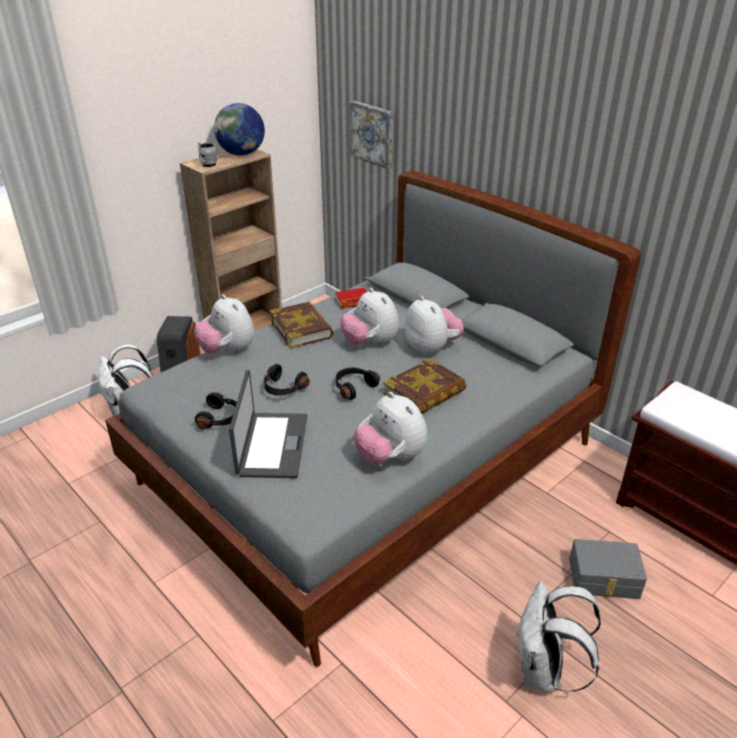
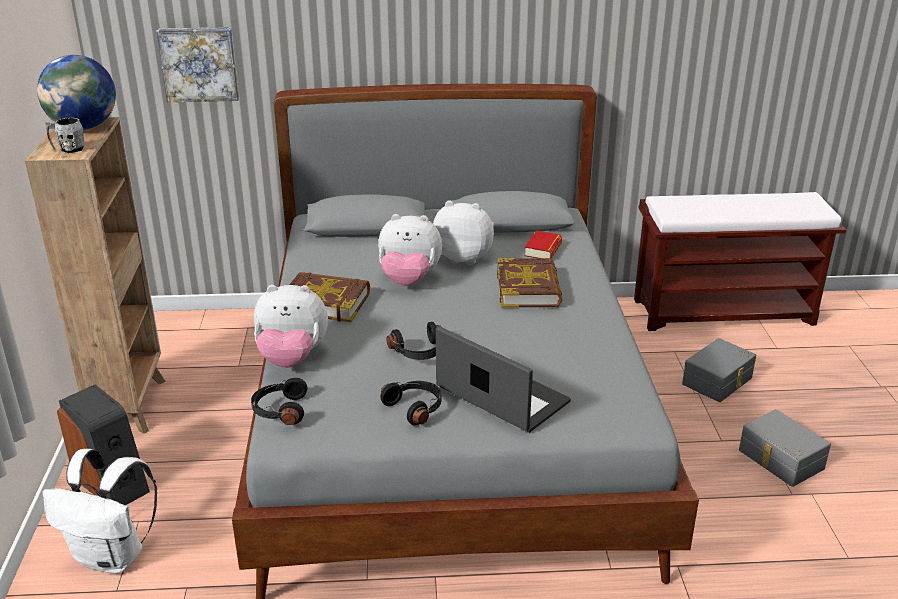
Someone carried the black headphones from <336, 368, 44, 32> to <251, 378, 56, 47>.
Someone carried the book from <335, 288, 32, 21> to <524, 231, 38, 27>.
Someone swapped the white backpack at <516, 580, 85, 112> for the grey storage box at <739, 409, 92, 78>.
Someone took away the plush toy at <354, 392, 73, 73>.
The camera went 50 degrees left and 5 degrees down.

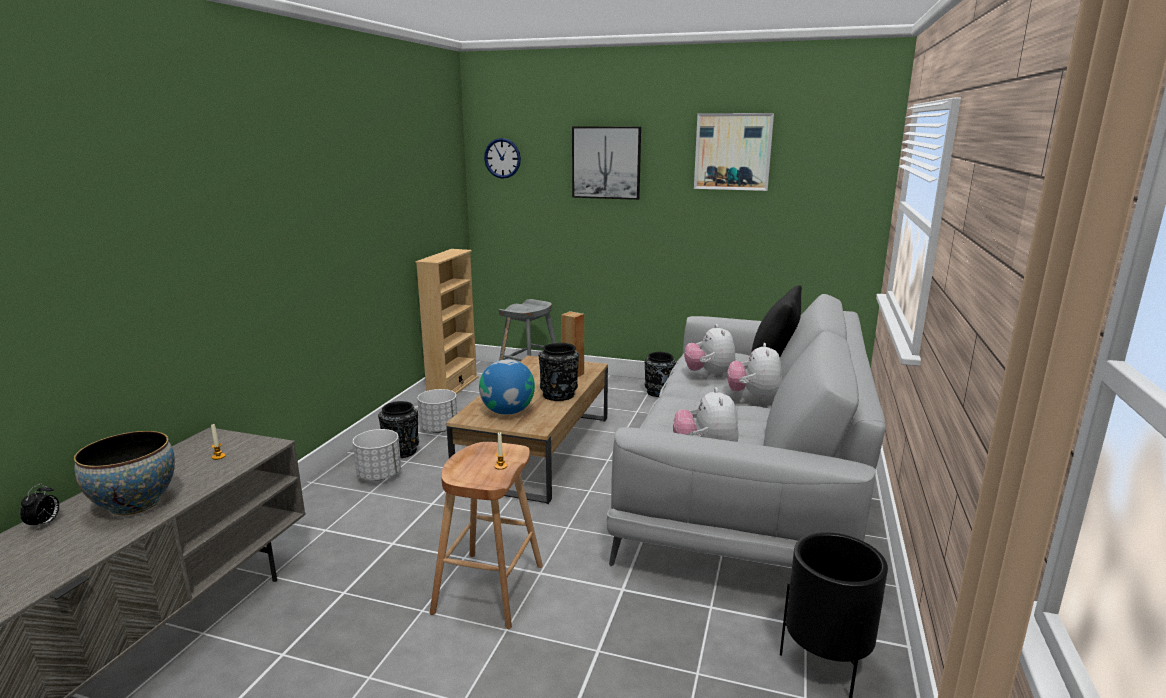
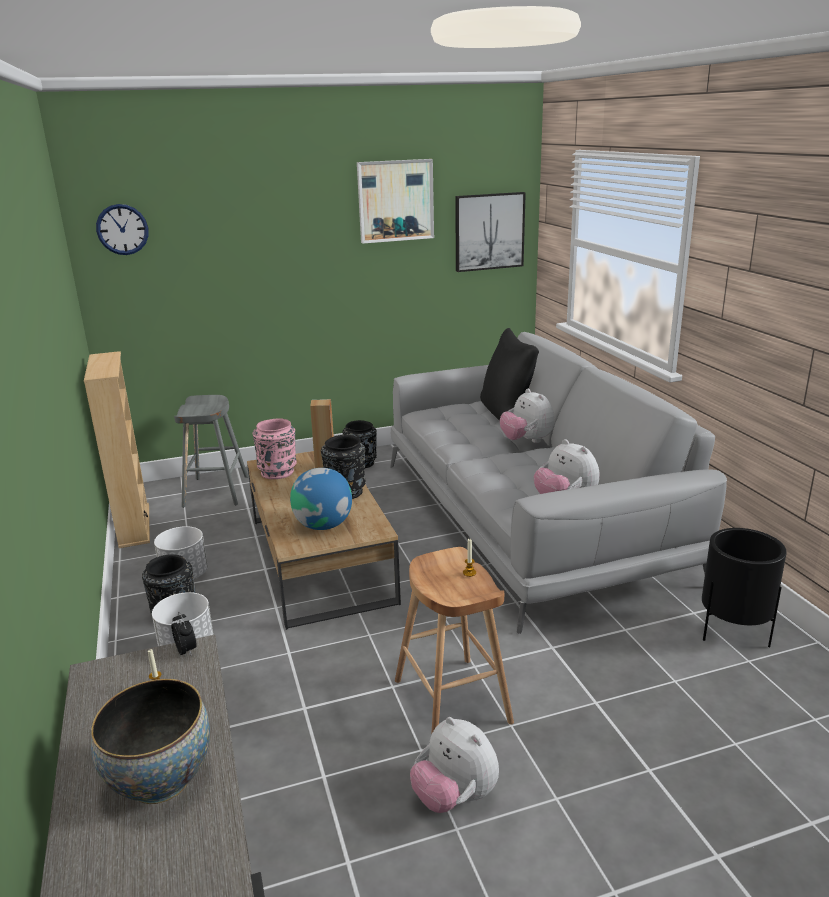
Someone carried the alarm clock from <20, 484, 39, 45> to <171, 612, 26, 44>.
Someone put down the pink vase at <253, 418, 44, 61>.
Someone carried the plush toy from <684, 324, 52, 54> to <410, 717, 89, 96>.
Someone carried the picture from <572, 127, 69, 73> to <455, 192, 71, 80>.
The camera went 35 degrees left and 5 degrees up.

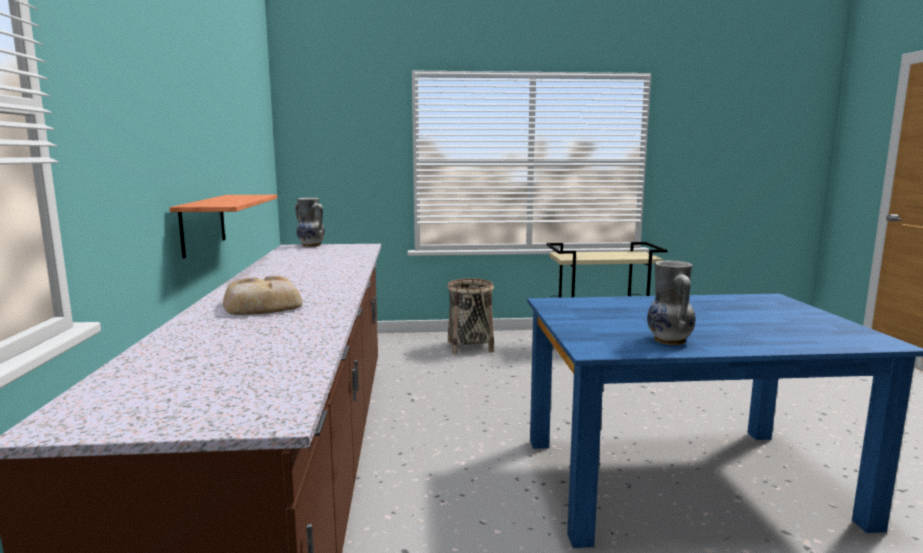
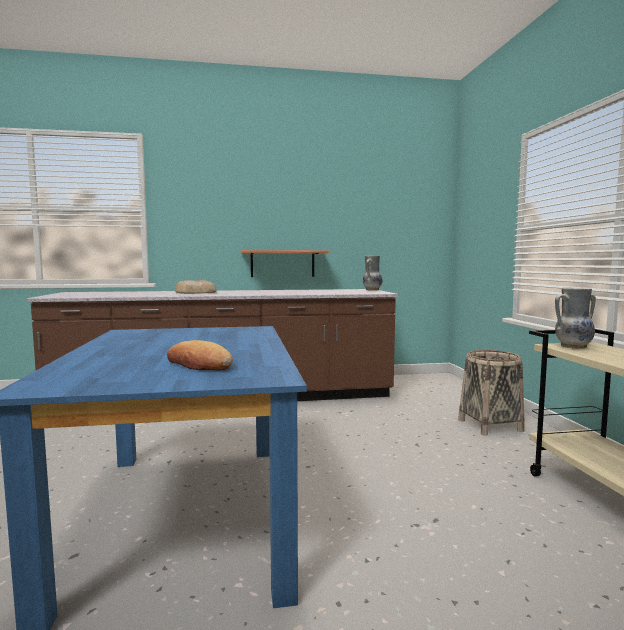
Someone put down the bread at <167, 340, 66, 30>.
Someone carried the vase from <647, 261, 49, 84> to <555, 287, 41, 62>.
The camera went 85 degrees right and 5 degrees down.

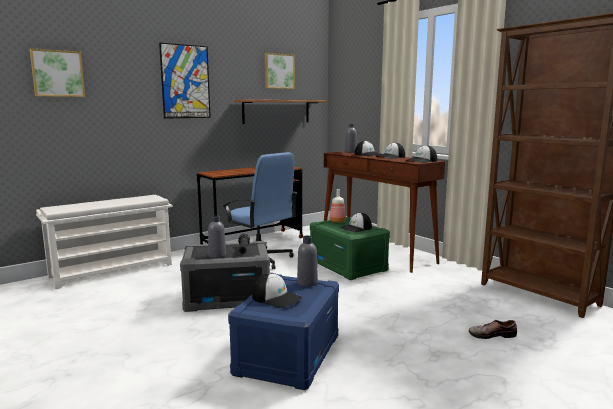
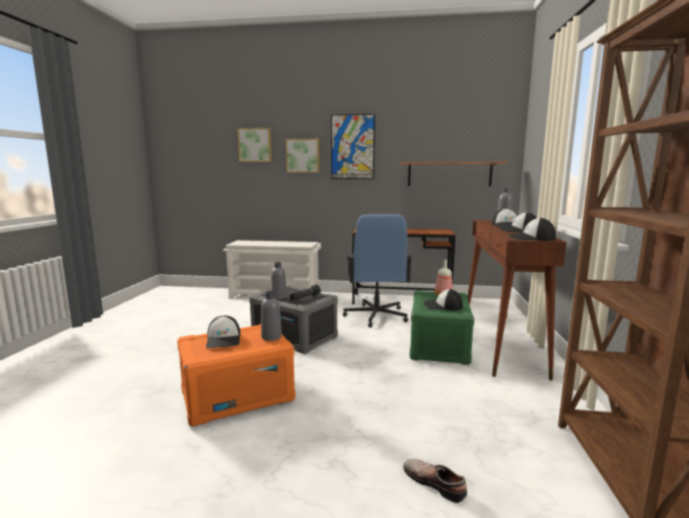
Someone repainted the blue storage box at <228, 274, 111, 117>, which became the orange storage box at <177, 324, 119, 103>.
Someone carried the picture from <265, 53, 30, 36> to <286, 138, 33, 35>.
The camera went 45 degrees right and 0 degrees up.

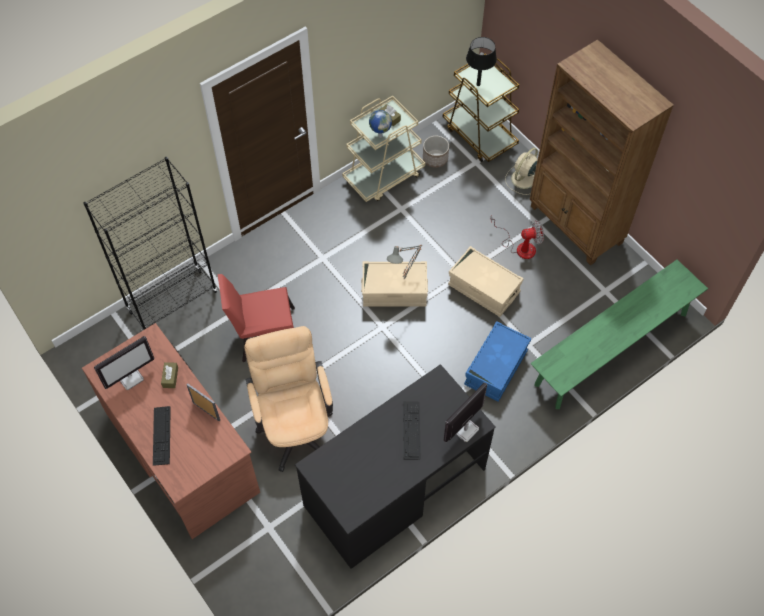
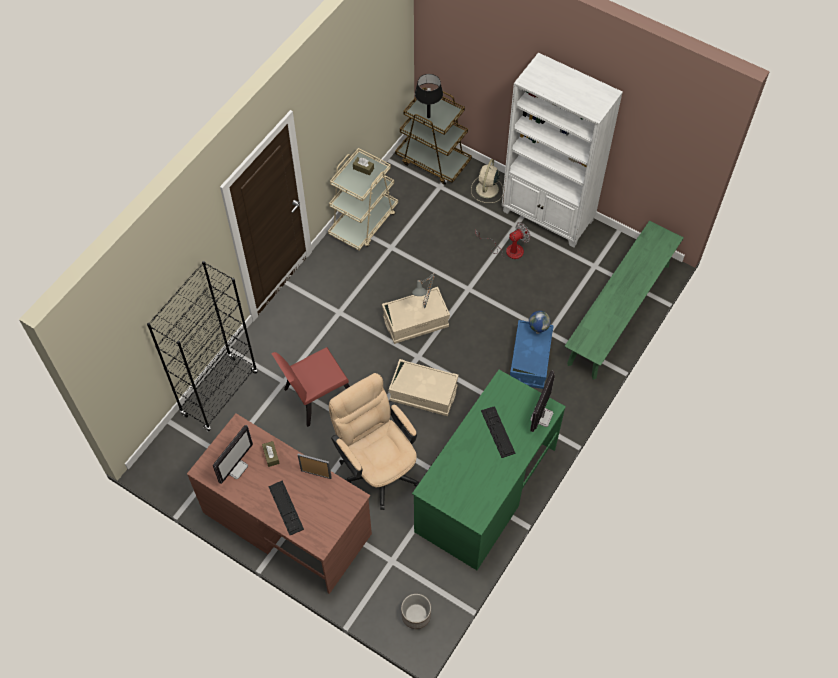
Someone carried the beige storage box from <448, 246, 76, 71> to <389, 359, 70, 57>.
Someone carried the planter from <423, 136, 26, 32> to <401, 594, 30, 35>.
Someone repainted the black desk at <295, 364, 201, 205>, which became the green desk at <412, 370, 154, 200>.
Someone repainted the brown bookcase at <530, 39, 144, 226>, which became the white bookcase at <502, 53, 121, 195>.
Someone carried the globe from <369, 110, 23, 28> to <529, 311, 22, 23>.
The camera went 20 degrees left and 0 degrees up.

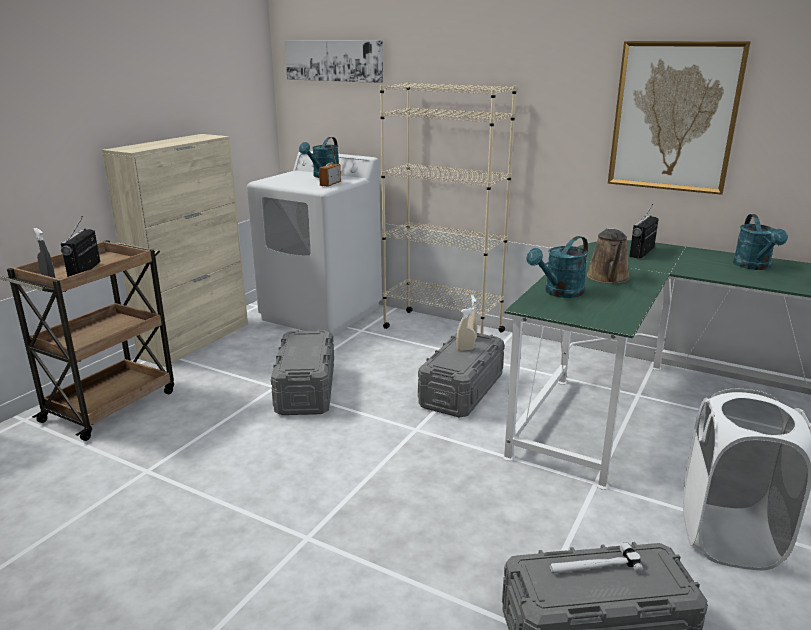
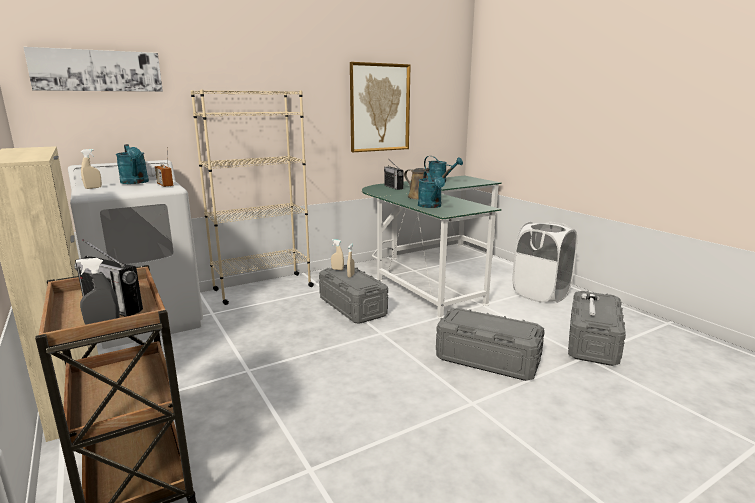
Someone put down the beige spray bottle at <81, 149, 21, 40>.
Someone carried the grey storage box from <271, 329, 63, 86> to <436, 308, 109, 73>.
The camera went 60 degrees left and 5 degrees down.

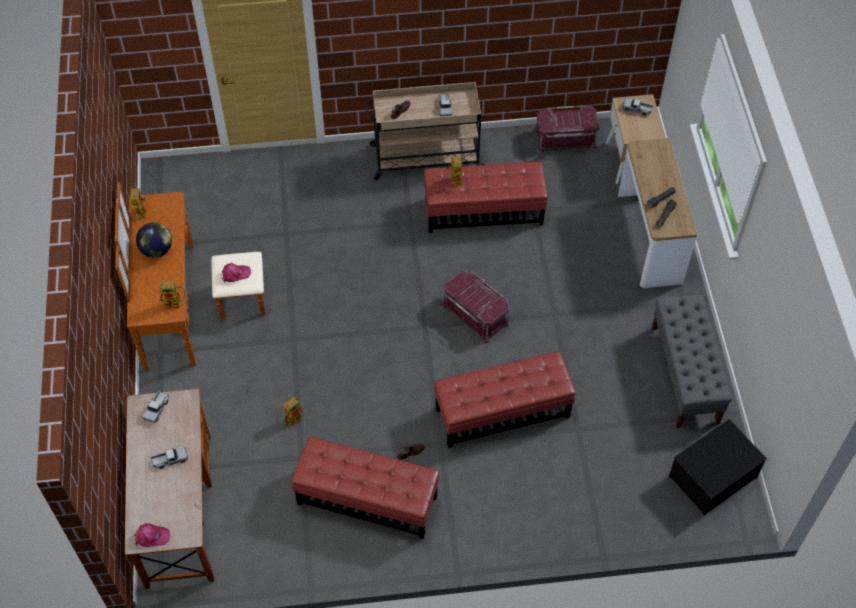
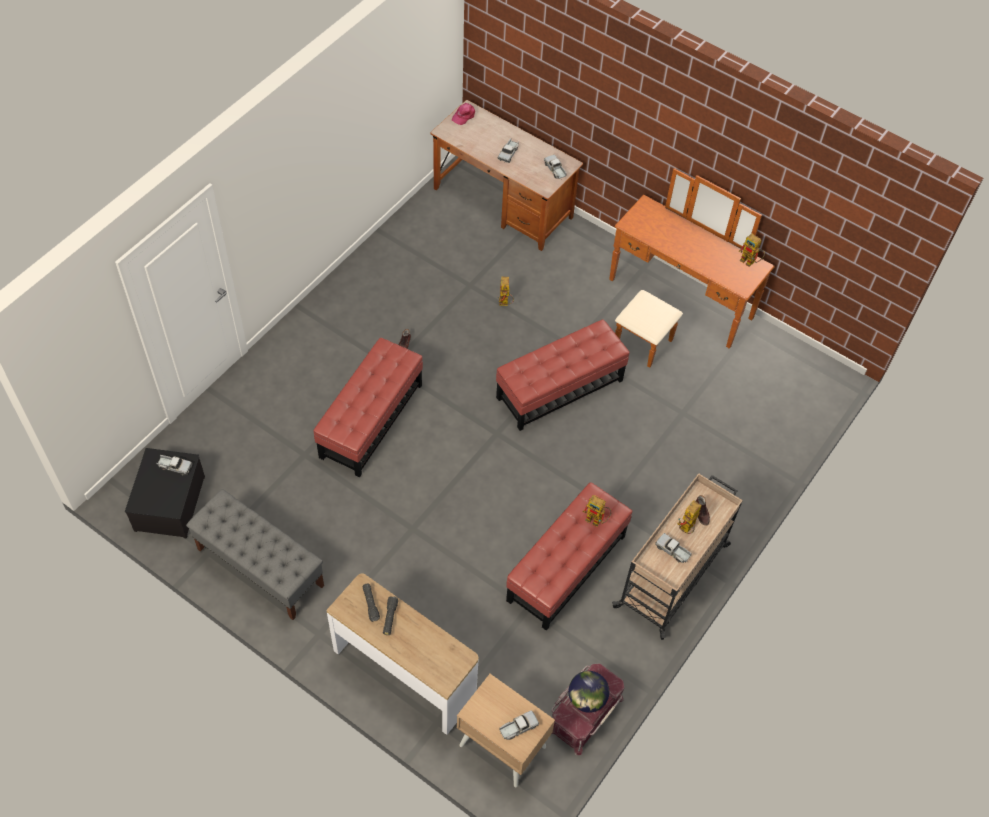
Someone put down the toy truck at <156, 455, 36, 21>.
Someone carried the red ottoman from <292, 437, 147, 102> to <496, 319, 134, 112>.
Someone carried the globe from <136, 222, 36, 36> to <568, 671, 41, 42>.
Someone carried the toy robot from <159, 280, 26, 29> to <677, 500, 25, 34>.
Someone took away the pink cap at <221, 263, 30, 20>.
Someone took away the red storage box at <441, 270, 69, 74>.
The camera went 130 degrees right and 0 degrees up.

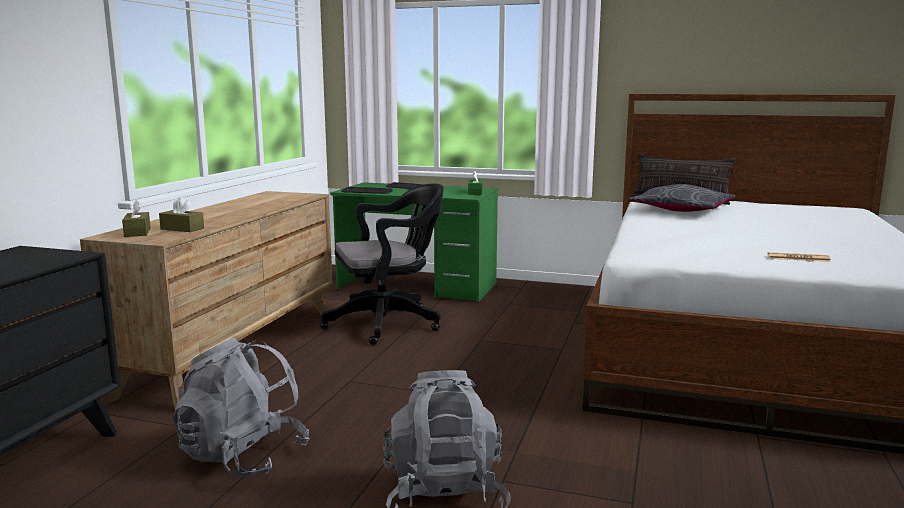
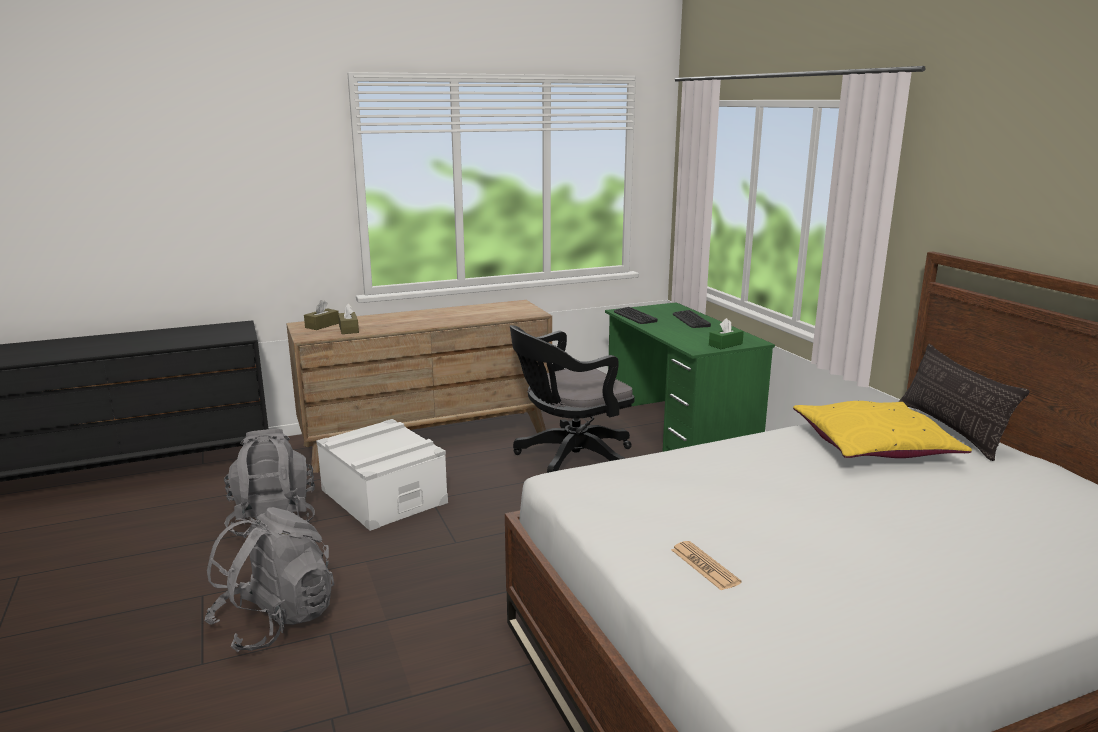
Someone put down the white storage box at <316, 419, 132, 112>.
Someone rotated the black office chair at <320, 184, 124, 161> by 120 degrees clockwise.
Someone repainted the grey pillow at <628, 184, 107, 28>, which became the yellow pillow at <793, 401, 179, 57>.
The camera went 50 degrees right and 5 degrees up.

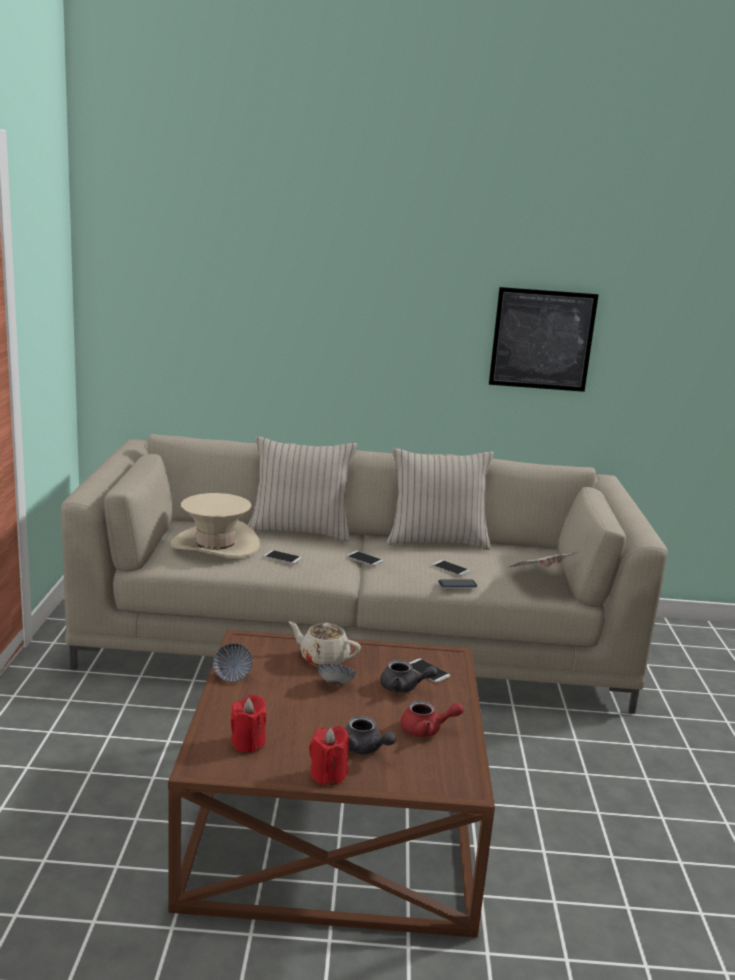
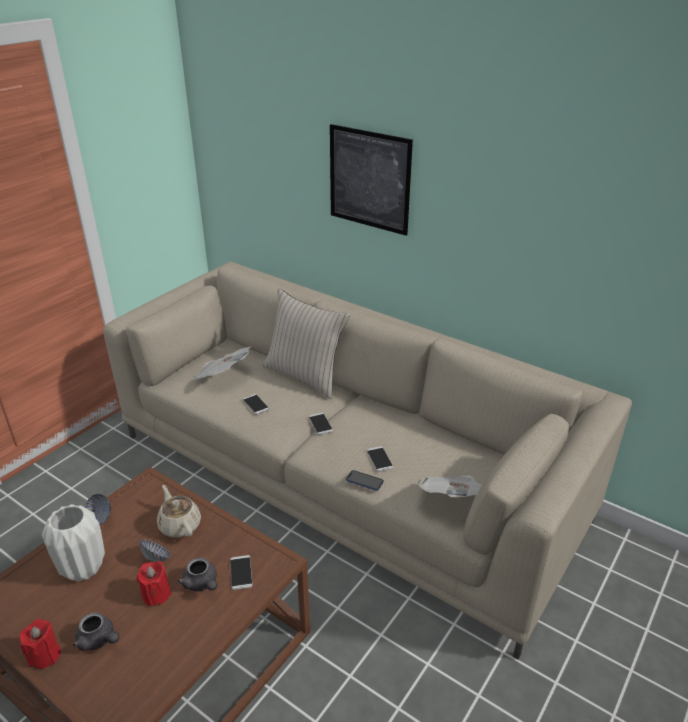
Someone put down the white vase at <42, 504, 63, 78>.
Someone rotated the grey teapot at <345, 716, 51, 38> by 45 degrees counterclockwise.
Someone carried the red candle from <230, 694, 36, 58> to <137, 561, 34, 46>.
Someone swapped the beige hat at <171, 493, 89, 65> for the newspaper at <193, 346, 58, 34>.
Someone carried the picture from <489, 287, 110, 105> to <330, 124, 83, 112>.
Someone took away the beige pillow at <387, 448, 107, 102>.
Someone took away the red teapot at <400, 701, 64, 36>.
The camera went 35 degrees right and 15 degrees up.

